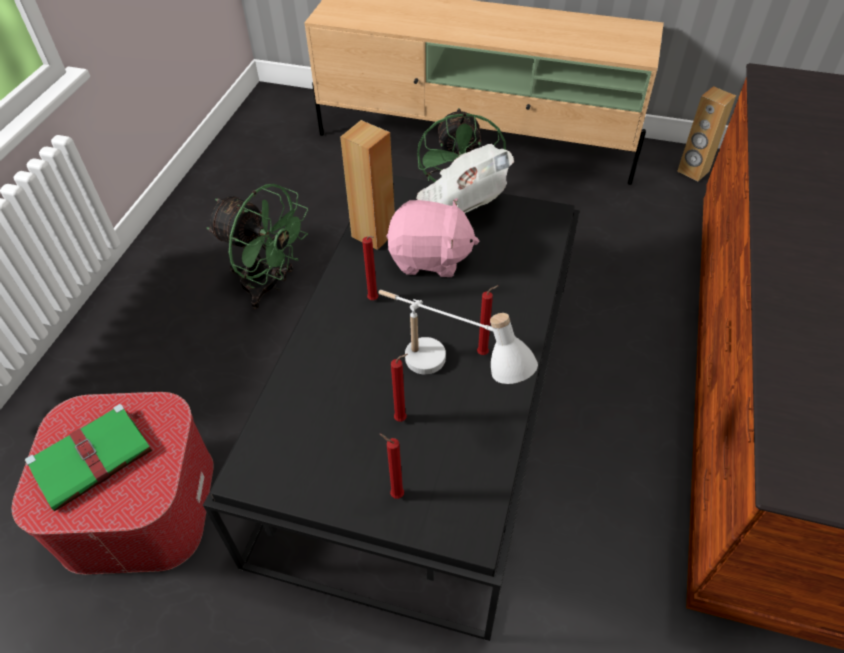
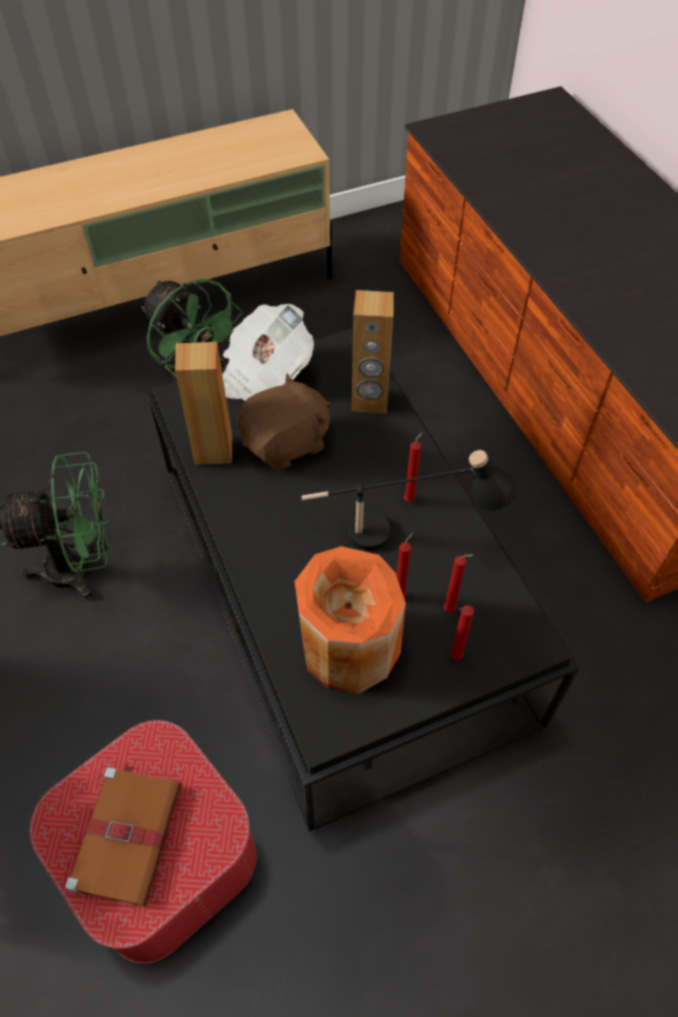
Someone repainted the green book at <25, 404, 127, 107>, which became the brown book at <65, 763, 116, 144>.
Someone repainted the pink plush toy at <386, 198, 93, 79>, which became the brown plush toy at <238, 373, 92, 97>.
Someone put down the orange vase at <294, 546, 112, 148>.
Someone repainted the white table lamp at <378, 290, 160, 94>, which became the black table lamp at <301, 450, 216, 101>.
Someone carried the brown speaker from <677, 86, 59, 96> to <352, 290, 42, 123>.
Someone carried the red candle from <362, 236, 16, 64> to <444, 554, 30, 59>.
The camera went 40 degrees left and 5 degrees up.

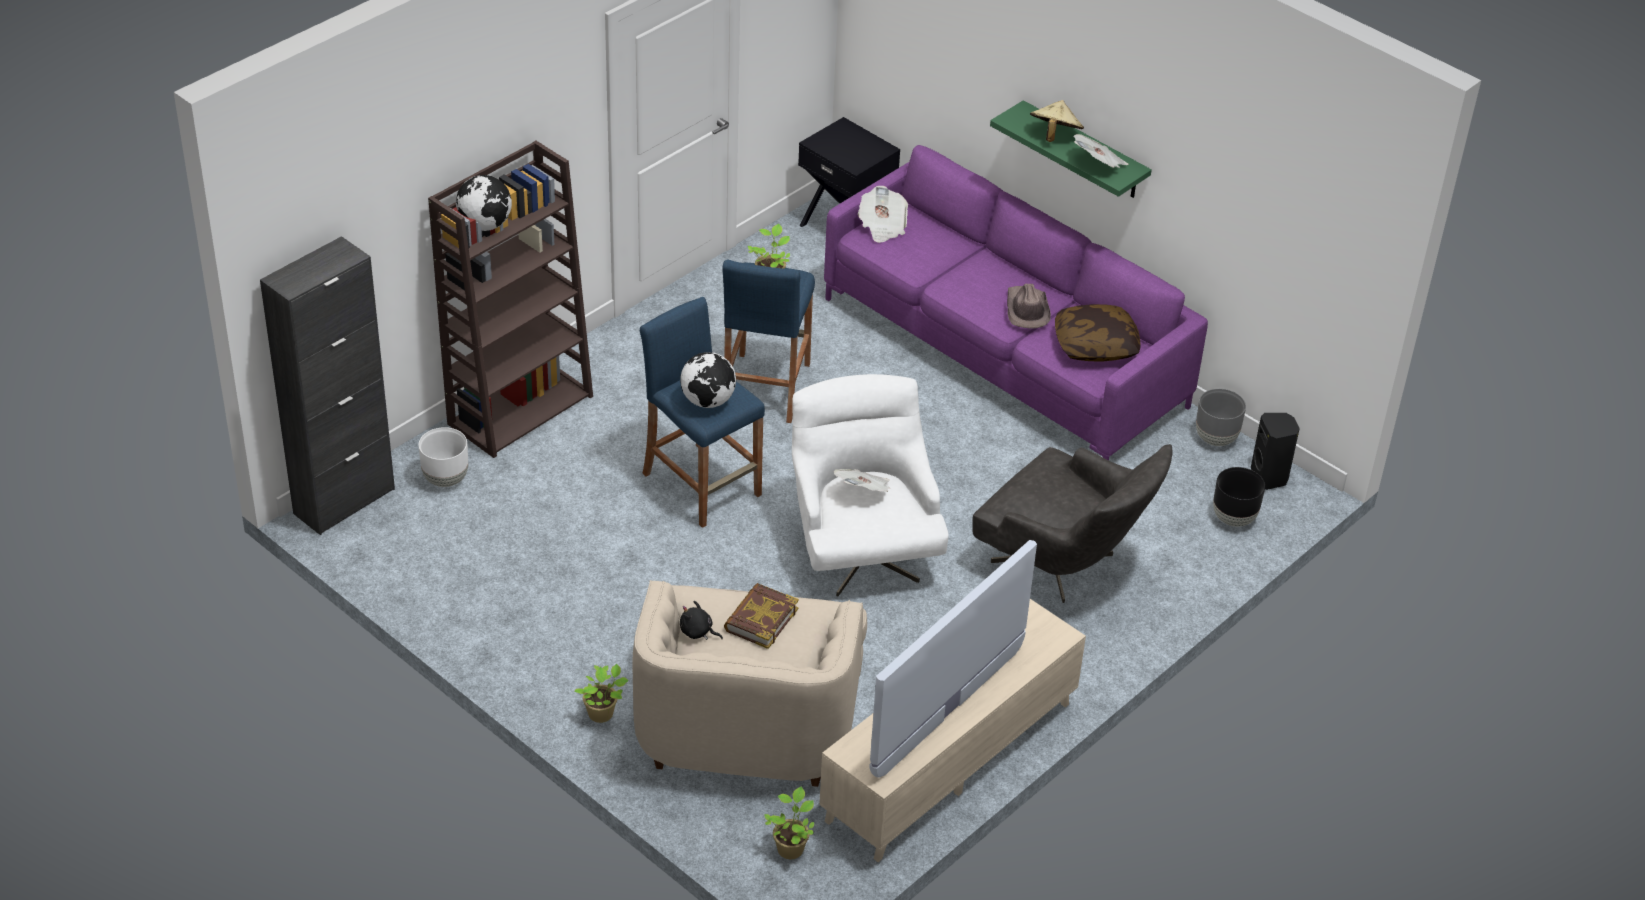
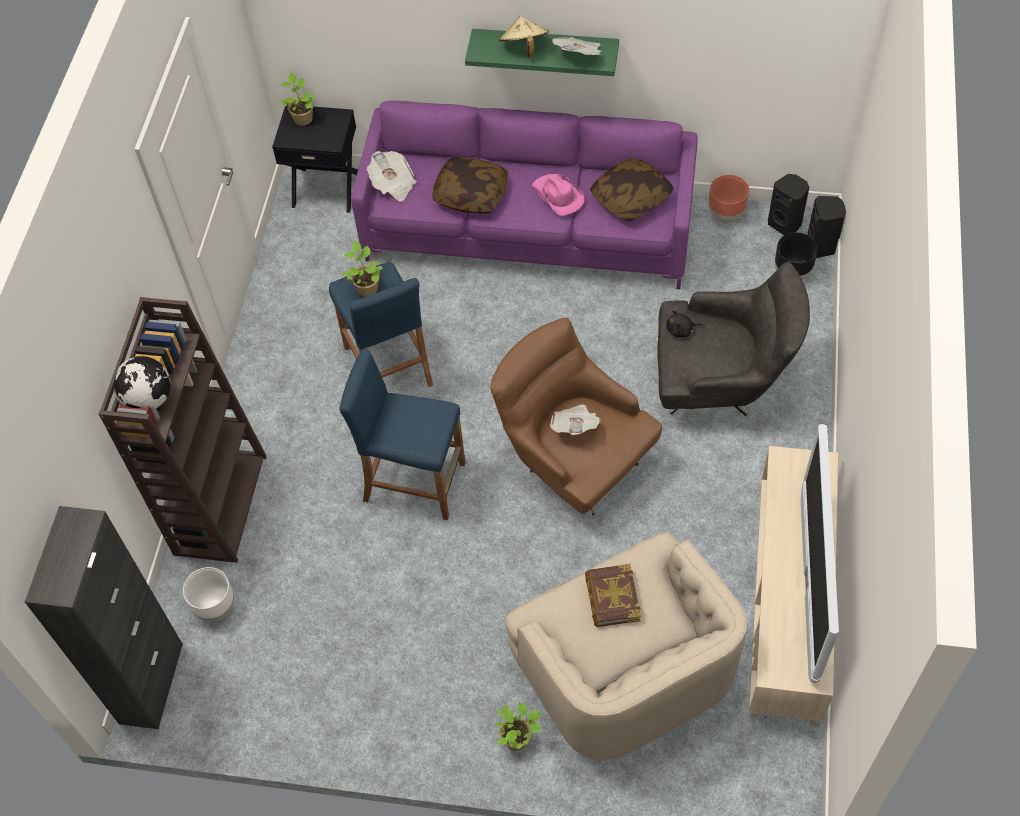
Someone carried the potted plant from <764, 787, 50, 72> to <279, 72, 37, 54>.
Someone put down the pillow at <432, 157, 76, 57>.
Someone repainted the white armchair at <792, 374, 157, 222>, which became the brown armchair at <490, 317, 172, 198>.
Someone repainted the brown hat at <1007, 283, 44, 46>, which became the pink hat at <532, 174, 53, 42>.
Someone carried the black plush toy from <680, 601, 43, 39> to <666, 310, 37, 27>.
Someone repainted the grey planter at <1196, 389, 50, 57>, which became the brown planter at <709, 175, 40, 48>.
Someone put down the black speaker at <807, 196, 39, 62>.
Someone took away the globe at <680, 352, 56, 56>.
The camera went 30 degrees left and 15 degrees up.

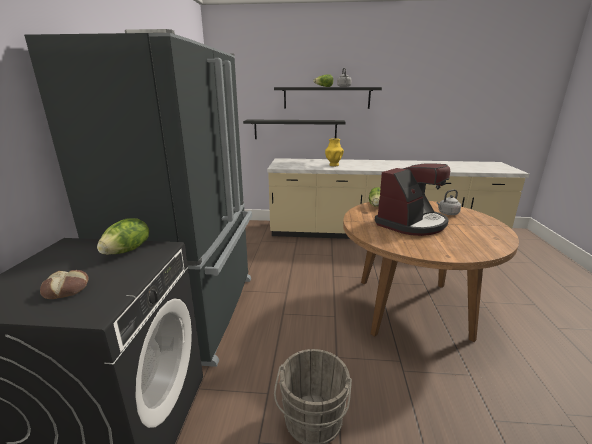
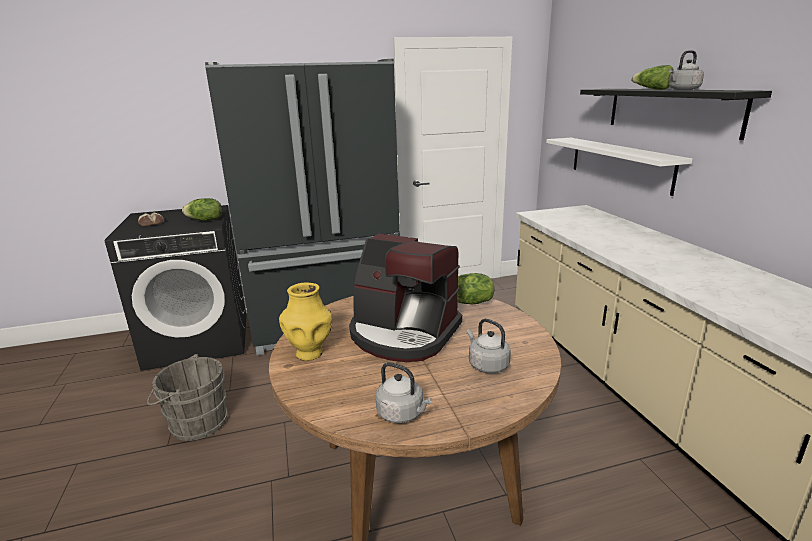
Someone carried the yellow vase from <325, 138, 19, 28> to <279, 282, 53, 79>.
Someone put down the grey kettle at <375, 362, 56, 61>.
Someone repainted the black shelf at <243, 120, 103, 19>, which became the white shelf at <546, 138, 146, 58>.
The camera went 70 degrees right and 0 degrees up.

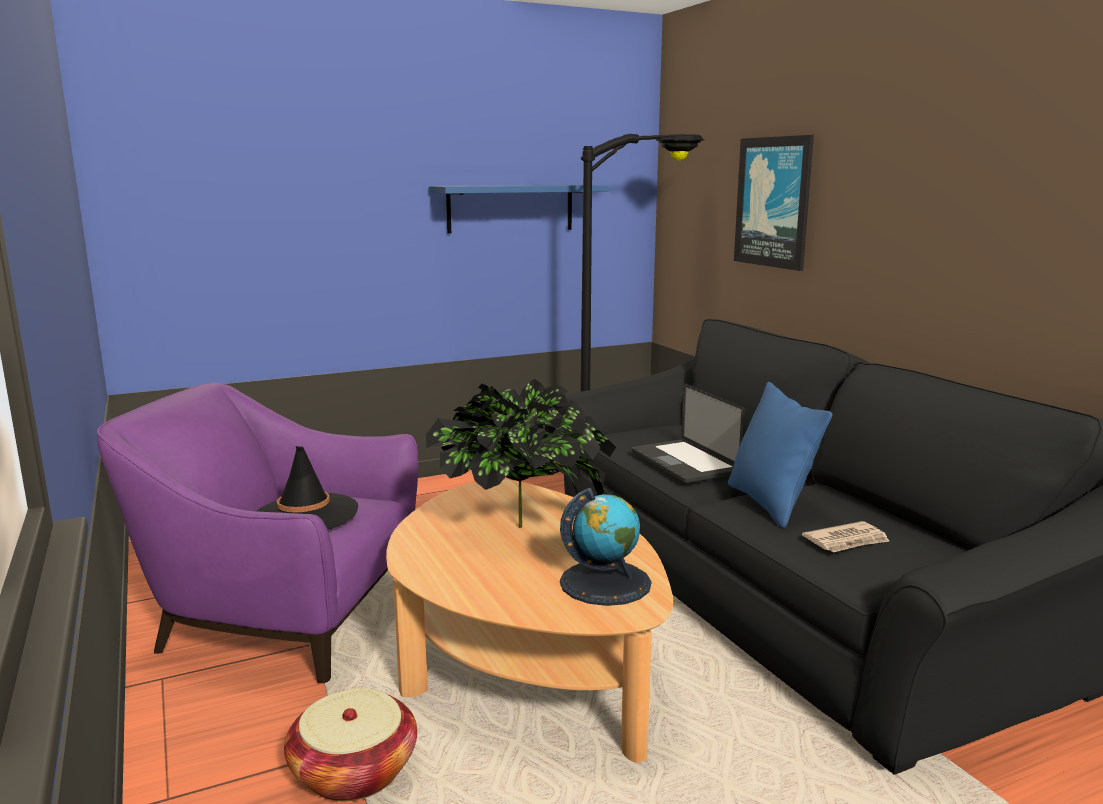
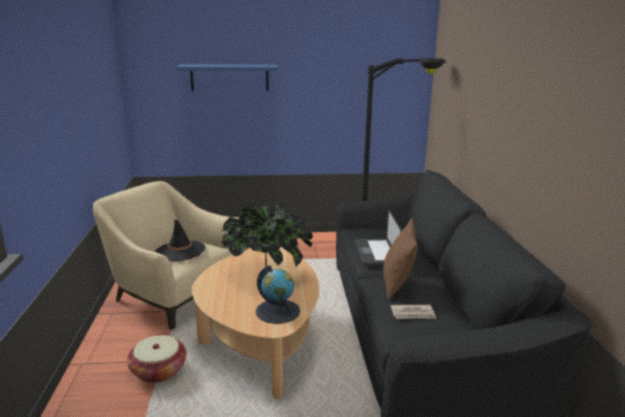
Someone repainted the purple armchair at <96, 383, 322, 300>, which became the beige armchair at <93, 181, 146, 149>.
Someone carried the blue shelf from <429, 185, 180, 49> to <175, 64, 104, 27>.
Someone repainted the blue pillow at <728, 382, 104, 146>, which became the brown pillow at <383, 218, 34, 82>.
Someone took away the picture at <734, 135, 80, 136>.
The camera went 20 degrees right and 5 degrees up.

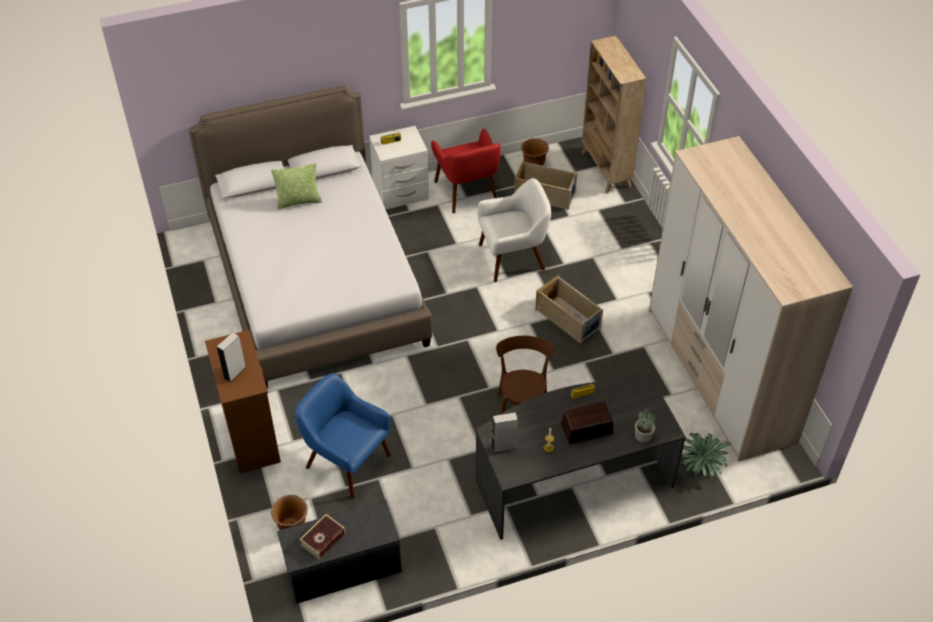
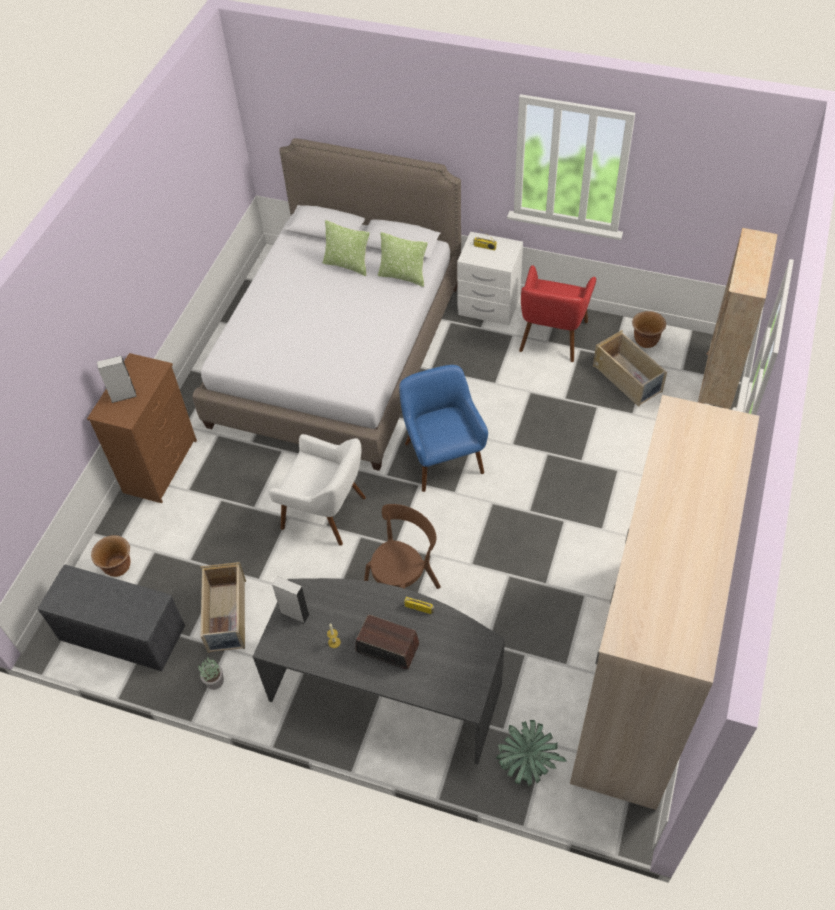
Someone carried the potted plant from <635, 409, 20, 34> to <198, 657, 26, 33>.
Someone carried the beige storage box from <535, 275, 68, 69> to <200, 562, 46, 91>.
Someone carried the white armchair from <477, 178, 74, 104> to <268, 434, 98, 112>.
Someone put down the pillow at <378, 232, 50, 55>.
Someone carried the blue armchair from <295, 373, 96, 126> to <399, 365, 89, 127>.
Someone took away the book at <300, 514, 46, 46>.
The camera went 40 degrees right and 5 degrees up.

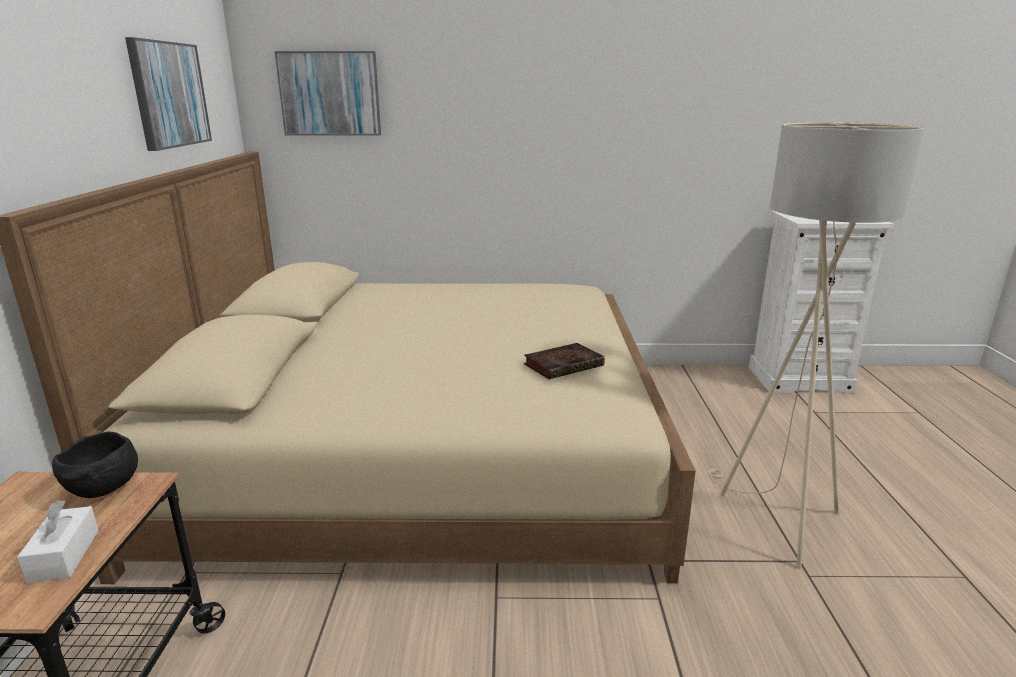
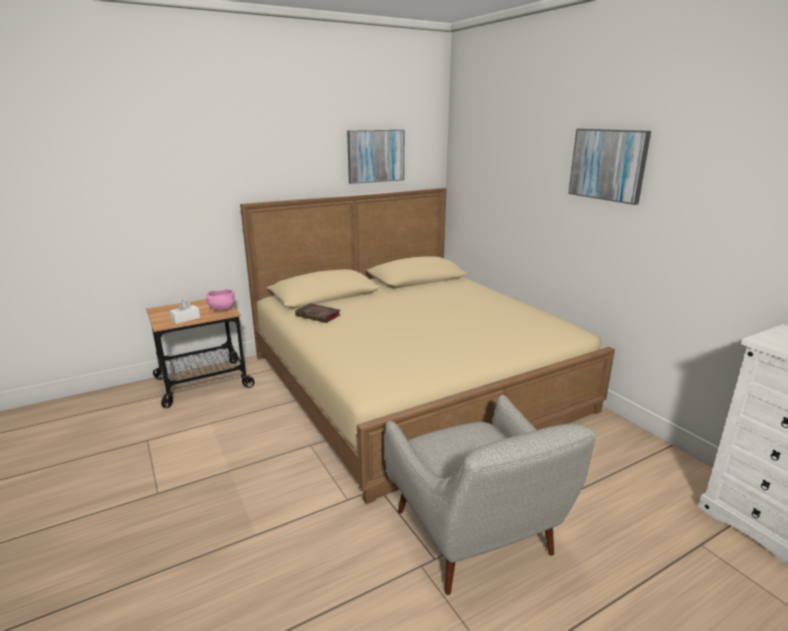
Someone repainted the black bowl at <52, 432, 86, 66>, which became the pink bowl at <205, 289, 30, 22>.
Someone carried the book from <524, 343, 81, 36> to <295, 303, 46, 20>.
Someone swapped the beige floor lamp at <708, 122, 216, 445> for the grey armchair at <384, 395, 212, 200>.
Someone carried the picture from <275, 51, 106, 84> to <568, 129, 83, 76>.
The camera went 60 degrees right and 0 degrees up.

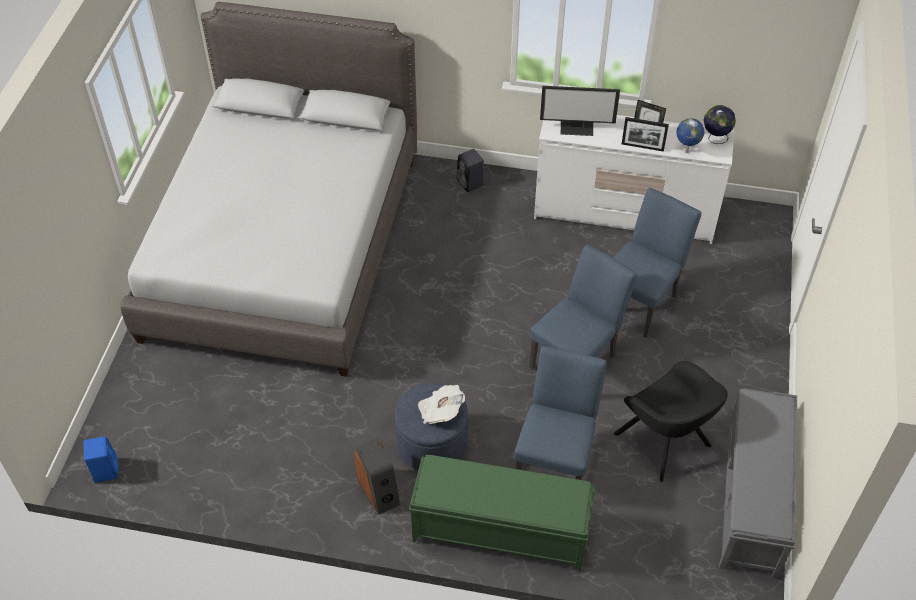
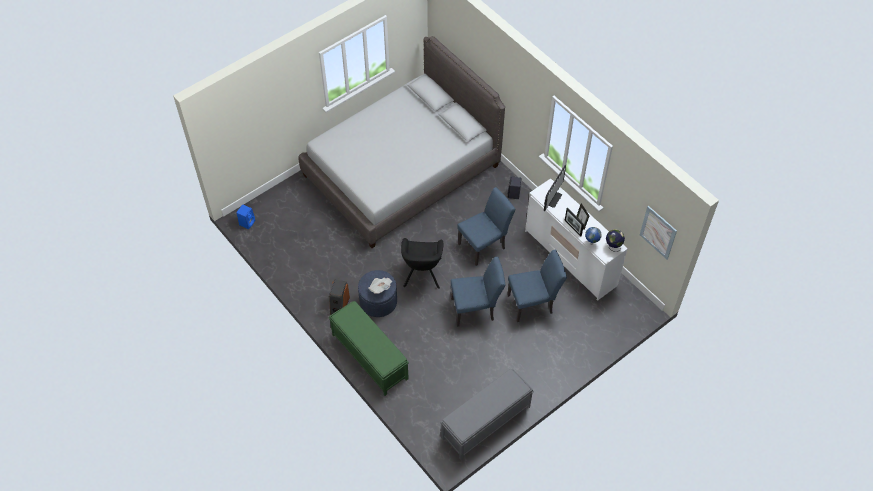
Someone carried the black armchair from <613, 361, 115, 121> to <401, 238, 42, 51>.
Someone carried the blue chair from <514, 346, 93, 134> to <457, 187, 58, 79>.
Someone rotated the monitor at <540, 86, 80, 50> by 105 degrees counterclockwise.
Someone put up the picture at <640, 206, 37, 53>.
The camera went 40 degrees right and 5 degrees up.

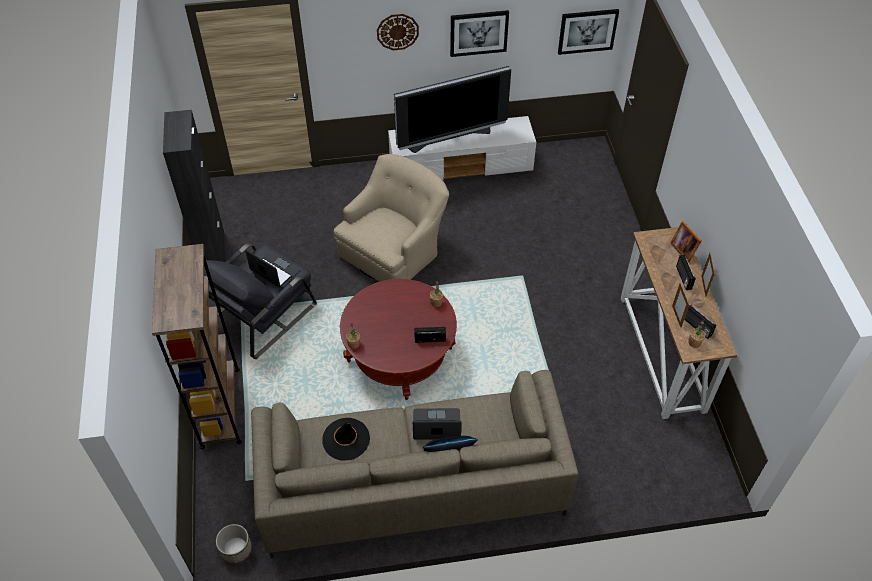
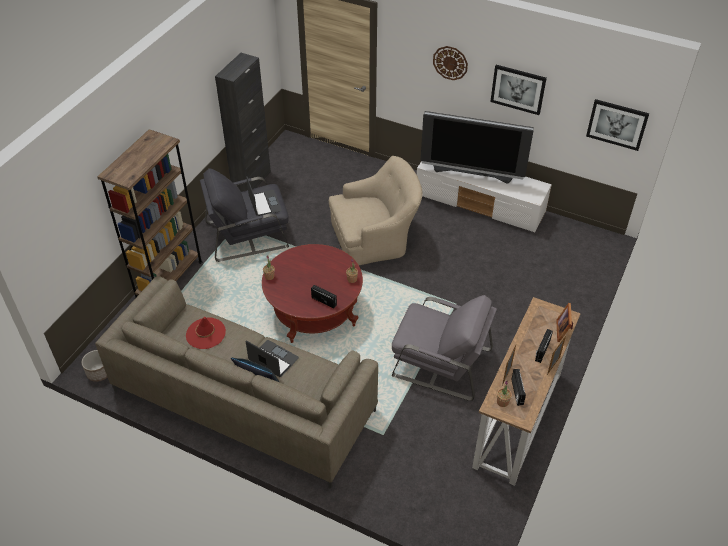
Someone repainted the black hat at <322, 418, 48, 43>, which became the red hat at <186, 317, 40, 32>.
Someone put down the grey armchair at <392, 295, 105, 106>.
The camera went 35 degrees right and 5 degrees down.

